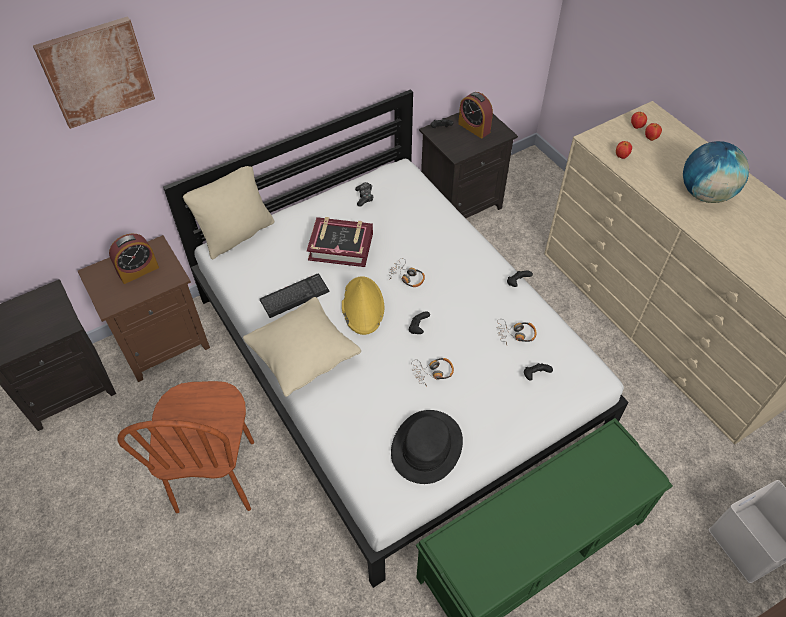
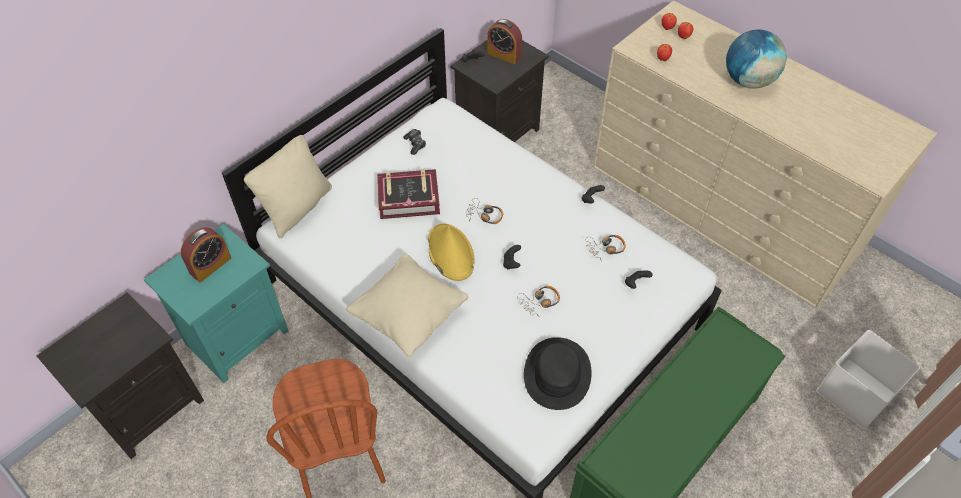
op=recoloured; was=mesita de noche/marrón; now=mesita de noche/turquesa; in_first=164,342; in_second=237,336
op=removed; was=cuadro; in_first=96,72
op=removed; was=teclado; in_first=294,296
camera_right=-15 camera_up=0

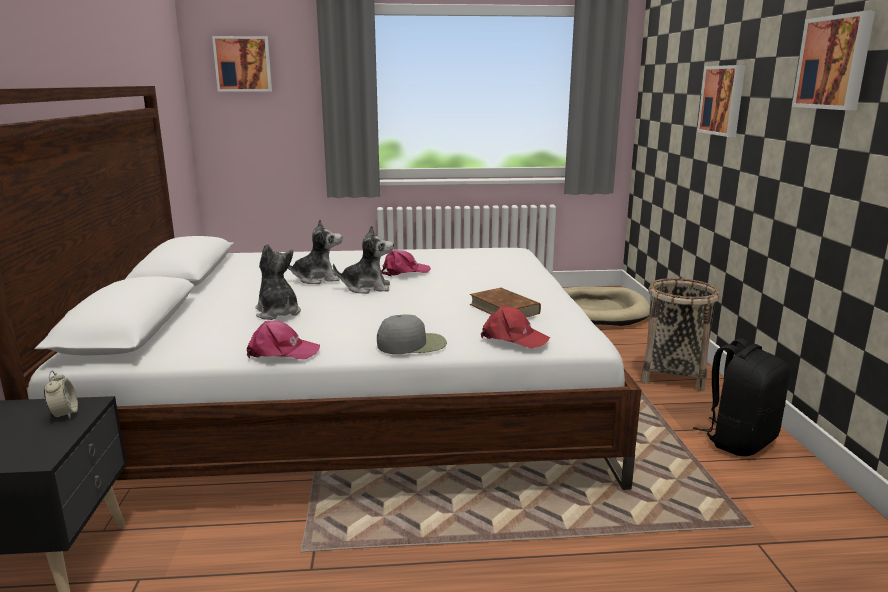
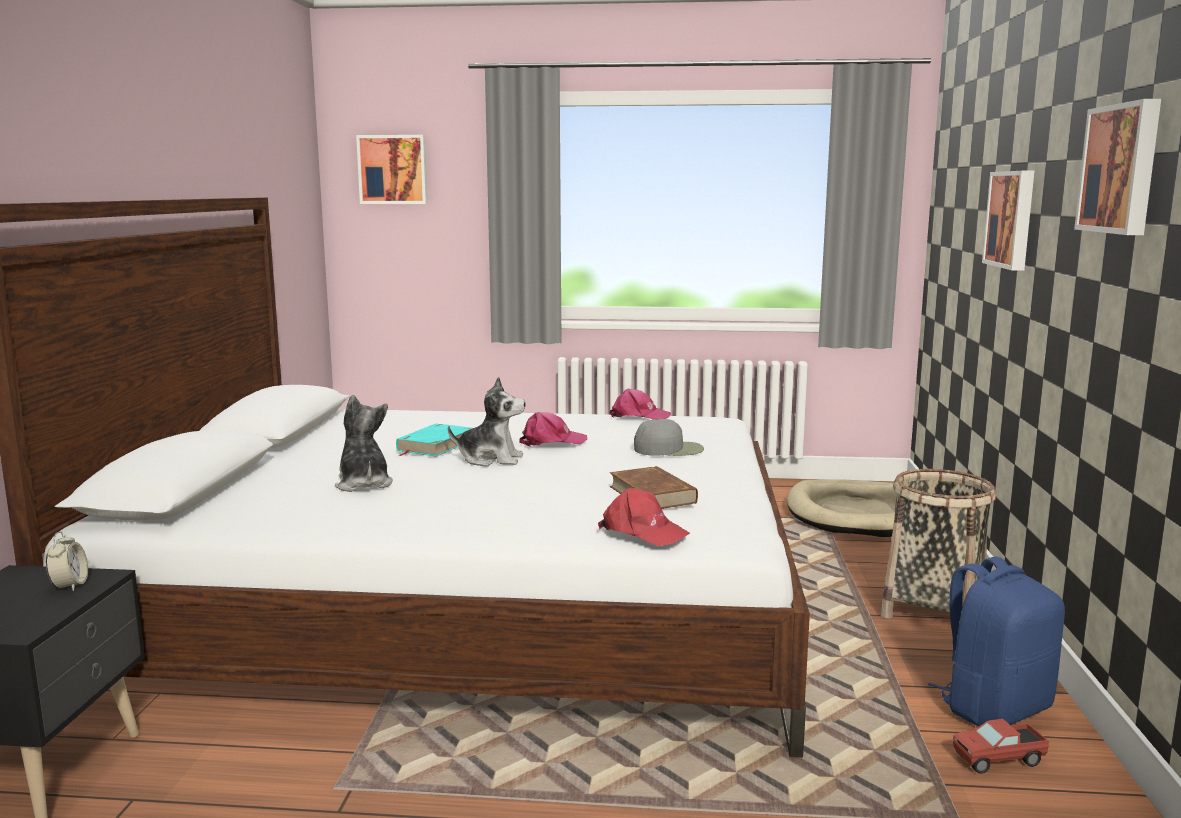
op=replaced; was=peluche; now=libro/turquesa; in_first=317,279; in_second=435,445
op=moved; was=gorra/rosa; in_first=282,352; in_second=639,416
op=moved; was=gorra/gris; in_first=412,344; in_second=669,449
op=recoloured; was=mochila/negro; now=mochila/azul; in_first=739,441; in_second=993,708
op=added; now=camión de juguete; in_second=998,760
camera_right=10 camera_up=-5

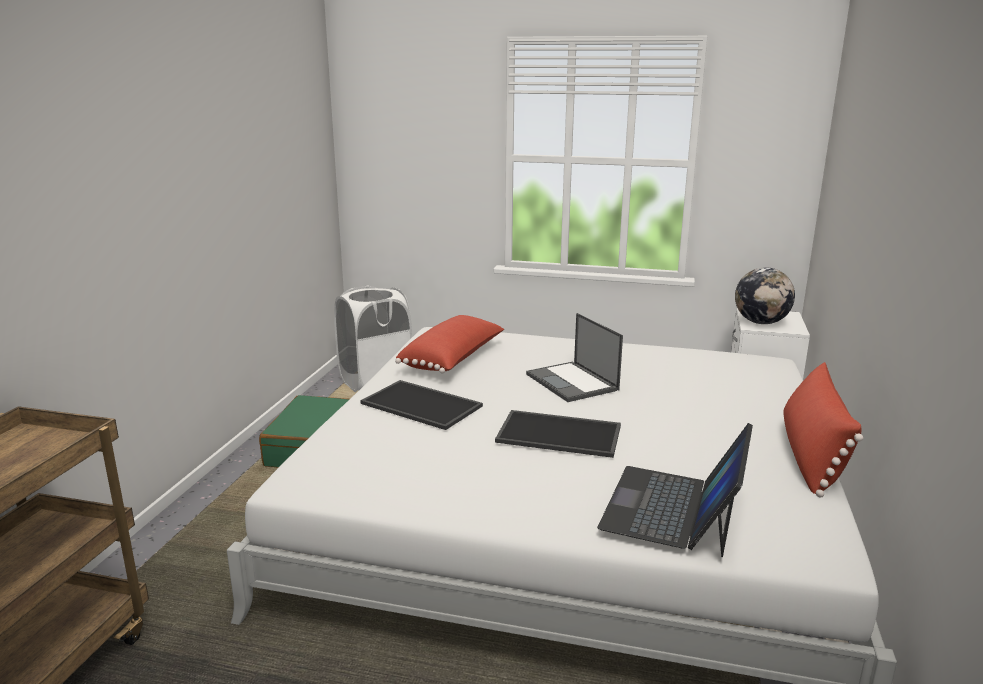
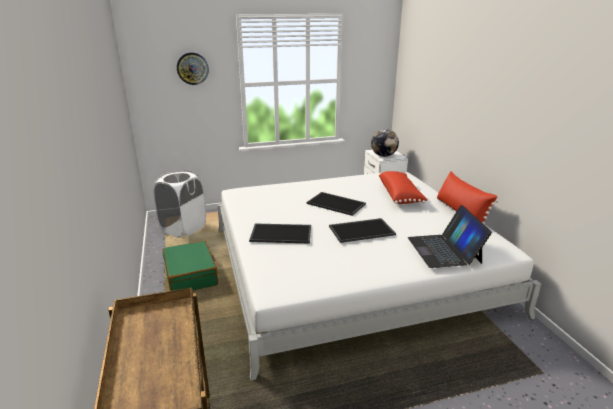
op=added; now=reloj de pared; in_second=192,68
op=replaced; was=portátil; now=bandeja; in_first=572,382; in_second=337,203
op=moved; was=cojín/rojo; in_first=454,360; in_second=400,195
camera_right=-30 camera_up=5

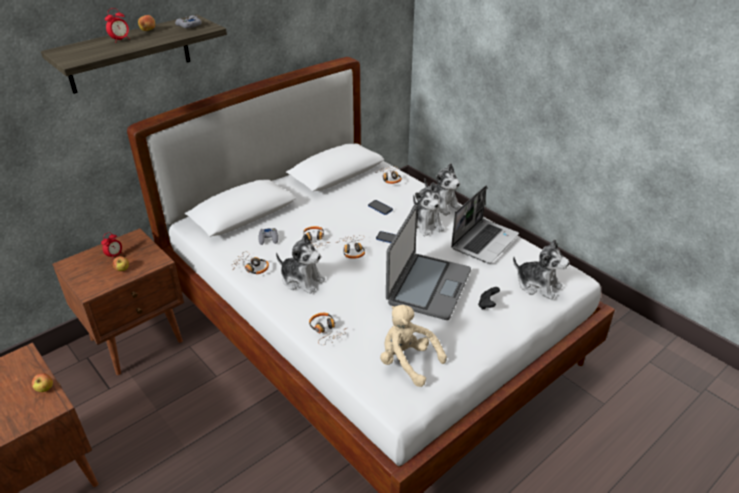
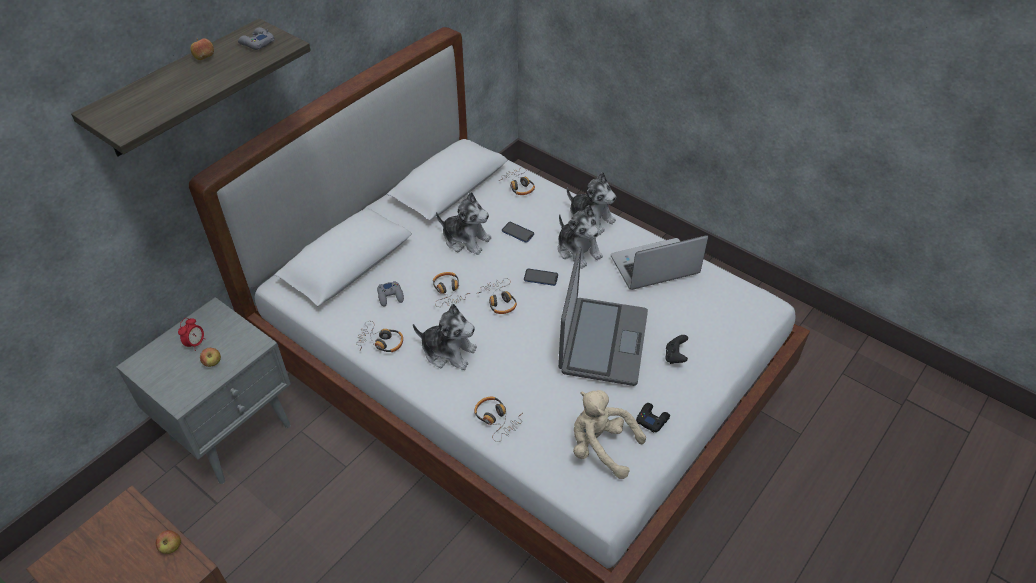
op=recoloured; was=mesita de noche/marrón; now=mesita de noche/gris; in_first=138,339; in_second=233,431
op=moved; was=peluche; in_first=537,285; in_second=466,240
op=turned; was=portátil; in_first=484,241; in_second=654,267; clockwise=-135
op=added; now=mando de consola/negro; in_second=652,419
op=removed; was=despertador; in_first=120,40
camera_right=-10 camera_up=10

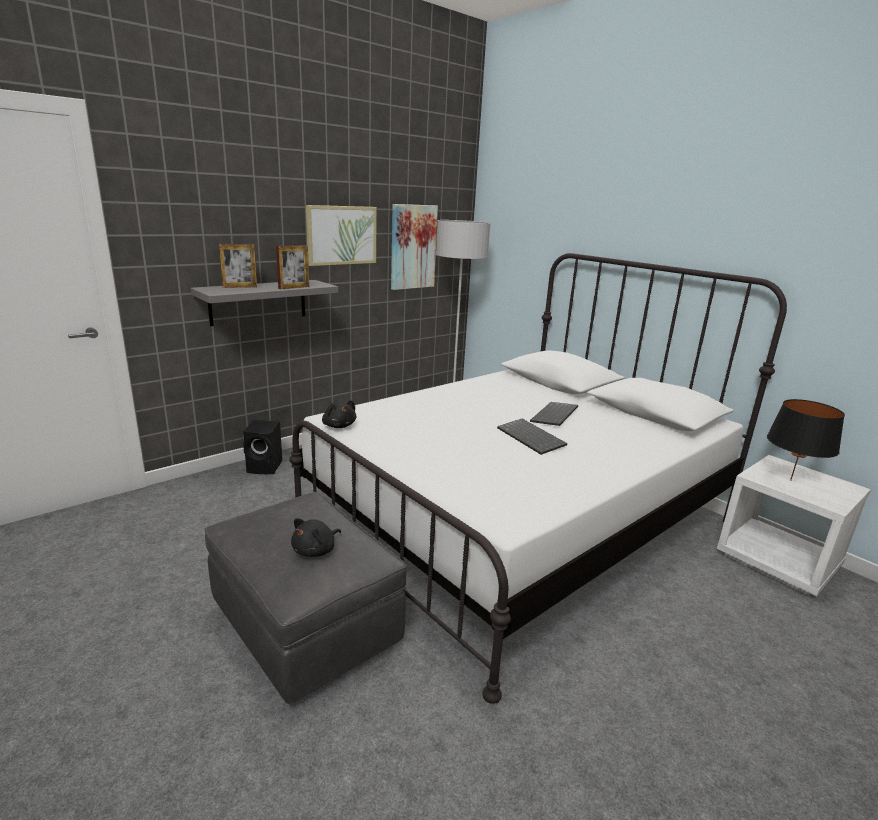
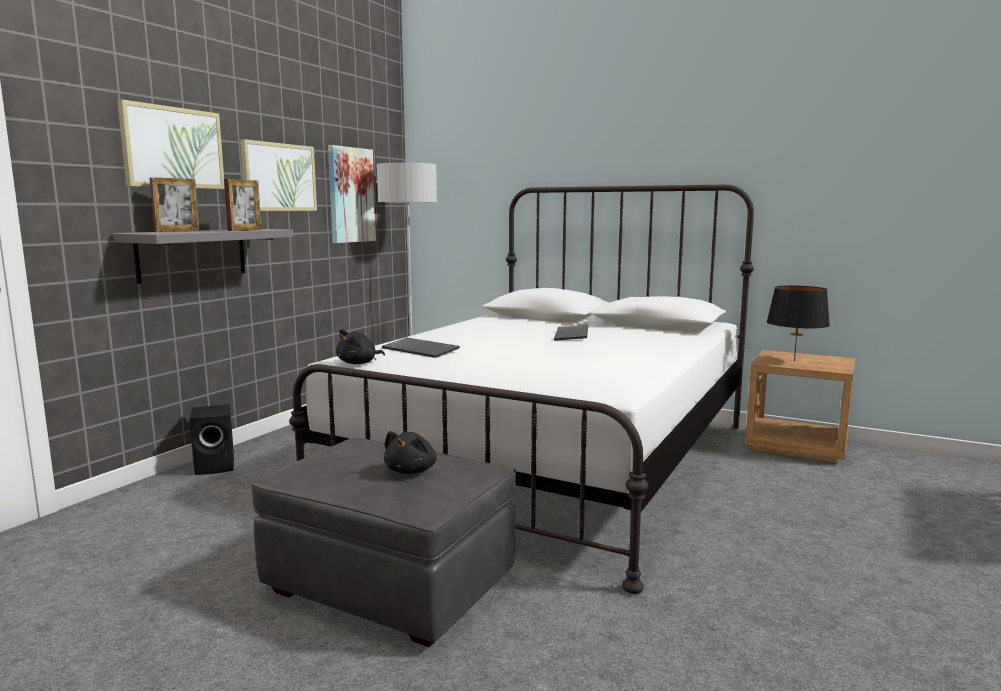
op=added; now=cuadro; in_second=173,148
op=turned; was=peluche/negro; in_first=338,425; in_second=359,363; clockwise=105
op=moved; was=teclado; in_first=532,438; in_second=422,350
op=recoloured; was=mesita de noche/blanco; now=mesita de noche/marrón; in_first=778,561; in_second=797,446
camera_right=-20 camera_up=-10

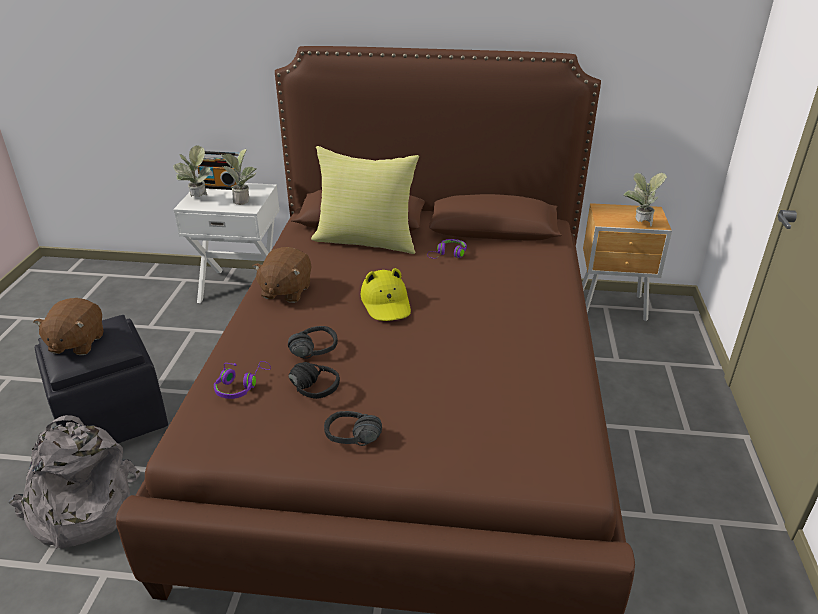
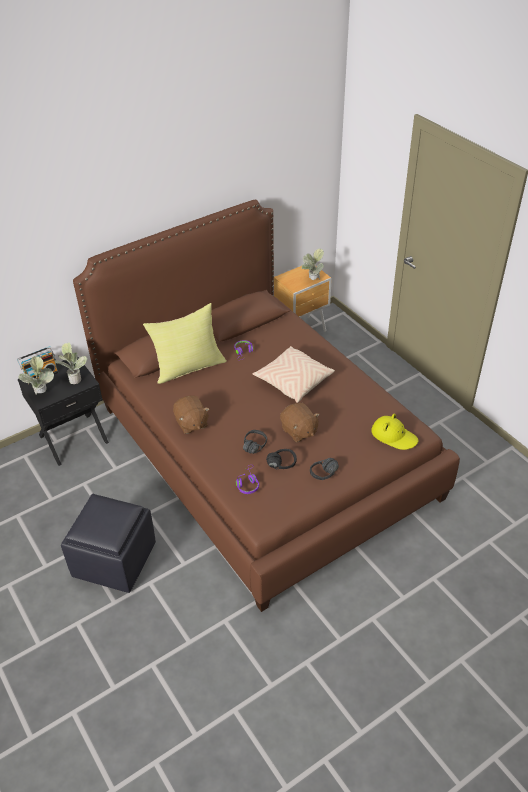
op=recoloured; was=mesita de noche/blanco; now=mesita de noche/negro; in_first=241,287; in_second=73,438
op=added; now=cojín/beis; in_second=293,381
op=moved; was=peluche/marrón; in_first=76,343; in_second=299,431
op=moved; was=sombrero/amarillo; in_first=386,303; in_second=394,436
op=removed; was=mochila/gris; in_first=81,509
camera_right=-40 camera_up=10

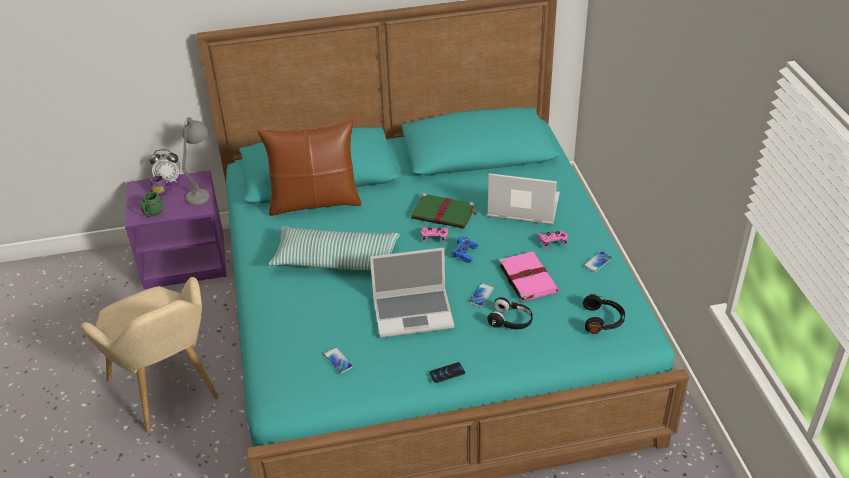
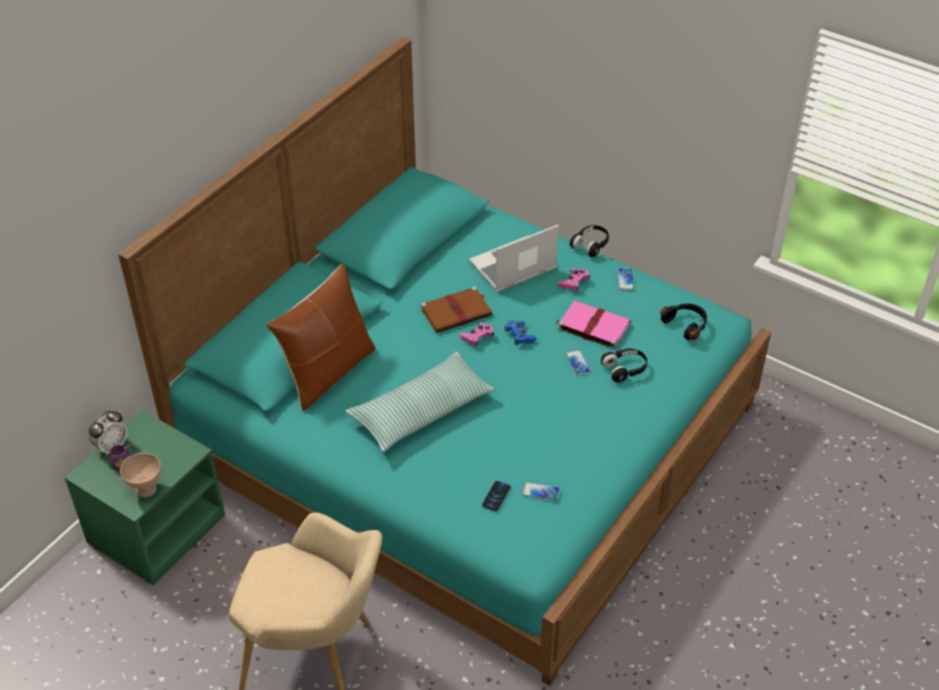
op=recoloured; was=mesita de noche/morado; now=mesita de noche/verde; in_first=185,259; in_second=156,528
op=replaced; was=taza grande/verde; now=cuenco/beis; in_first=152,213; in_second=145,490
op=recoloured; was=libro/verde; now=libro/marrón; in_first=444,213; in_second=457,312
op=moved; was=móvil; in_first=447,373; in_second=496,496
op=added; now=auriculares/negro; in_second=590,245
op=removed; was=lámpara de mesa/gris; in_first=202,191
op=removed; was=portátil; in_first=414,313
camera_right=-45 camera_up=5

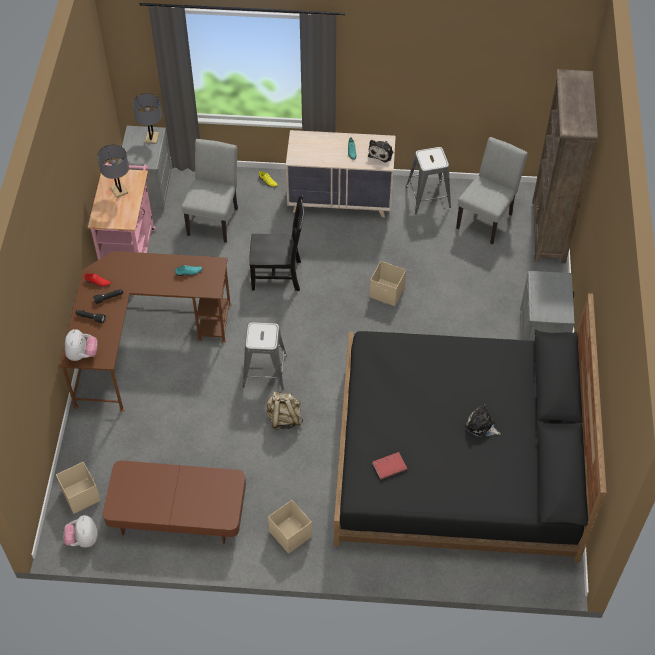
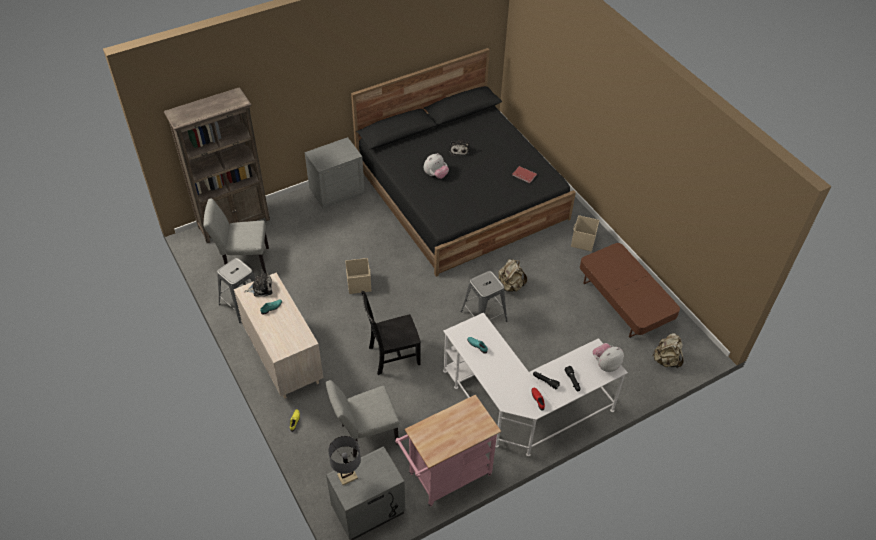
op=turned; was=silla/negro; in_first=278,275; in_second=392,356; clockwise=-75
op=moved; was=peluche; in_first=83,539; in_second=435,175
op=recoloured; was=escritorio/marrón; now=escritorio/blanco; in_first=142,340; in_second=523,406
op=replaced; was=caja de almacenaje/beis; now=mochila/beis; in_first=81,495; in_second=666,360
op=removed; was=lámpara de mesa/gris; in_first=119,190
camera_right=-125 camera_up=-5

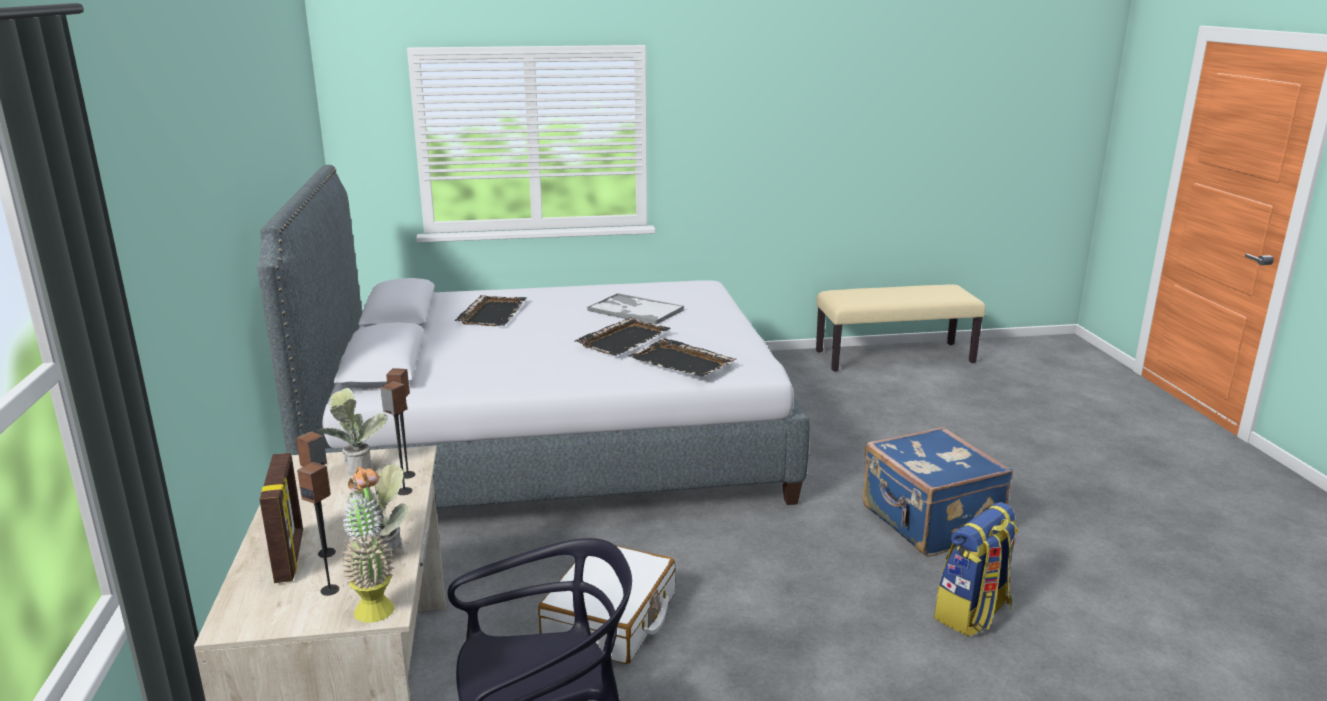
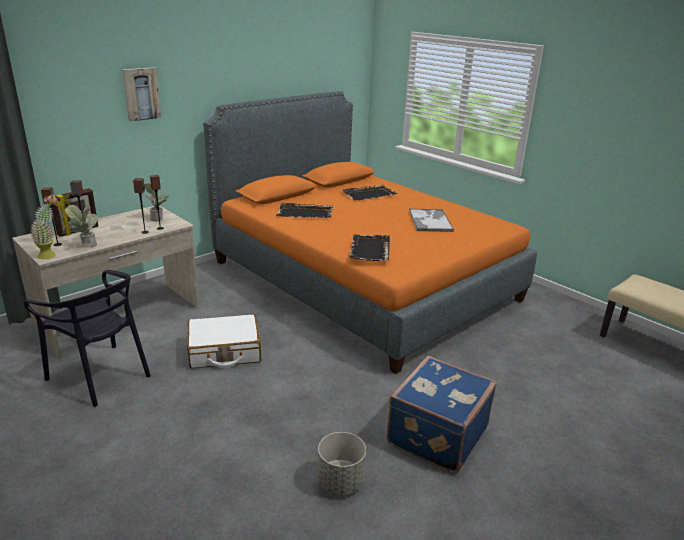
op=added; now=cuadro; in_second=141,94
op=recoloured; was=cama/gris; now=cama/naranja; in_first=551,446; in_second=362,280
op=moved; was=bandeja/negro; in_first=624,339; in_second=305,213
op=replaced; was=mochila; now=maceta/gris; in_first=973,614; in_second=340,482
camera_right=55 camera_up=5

